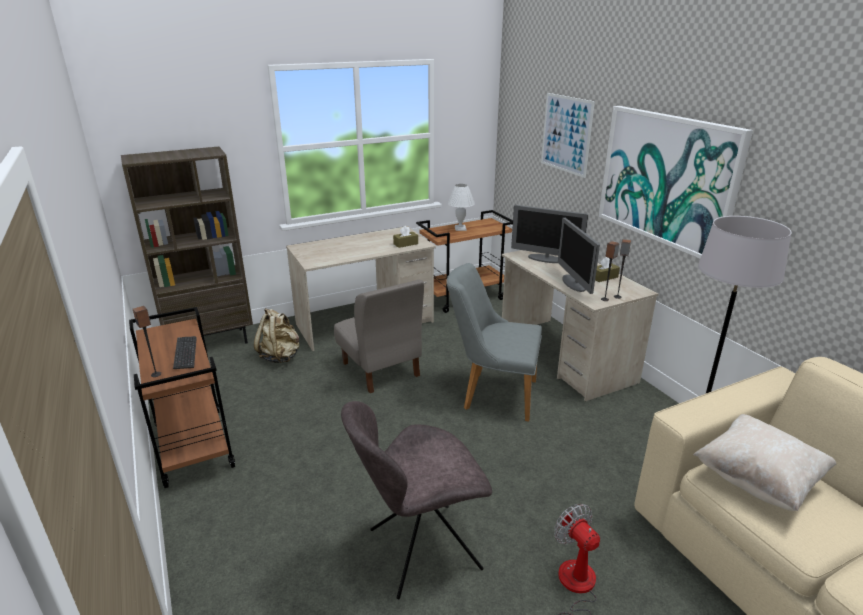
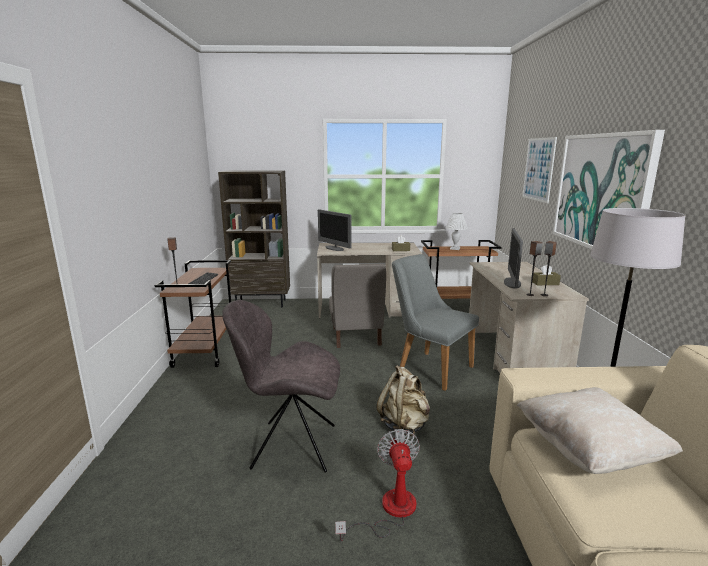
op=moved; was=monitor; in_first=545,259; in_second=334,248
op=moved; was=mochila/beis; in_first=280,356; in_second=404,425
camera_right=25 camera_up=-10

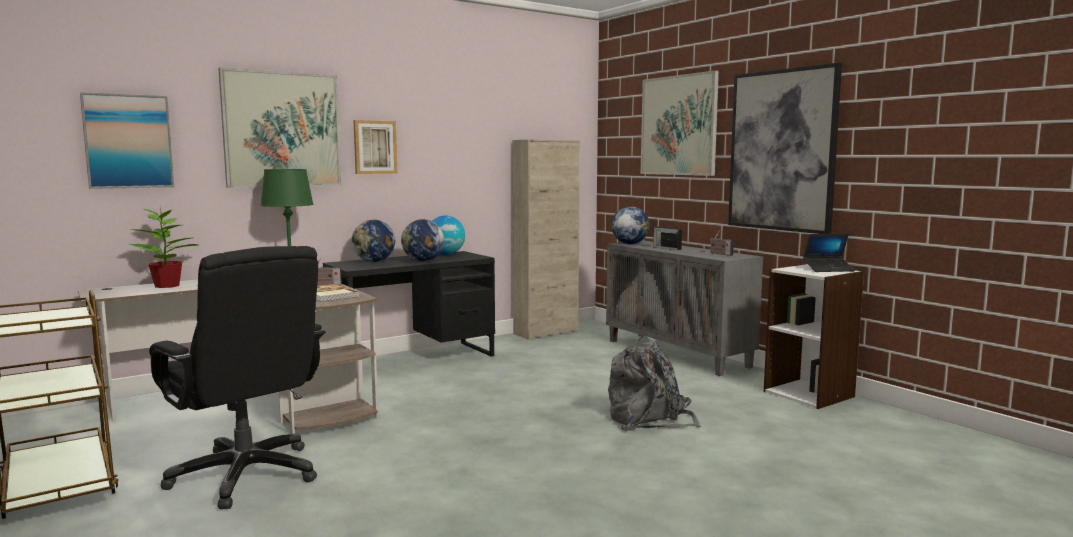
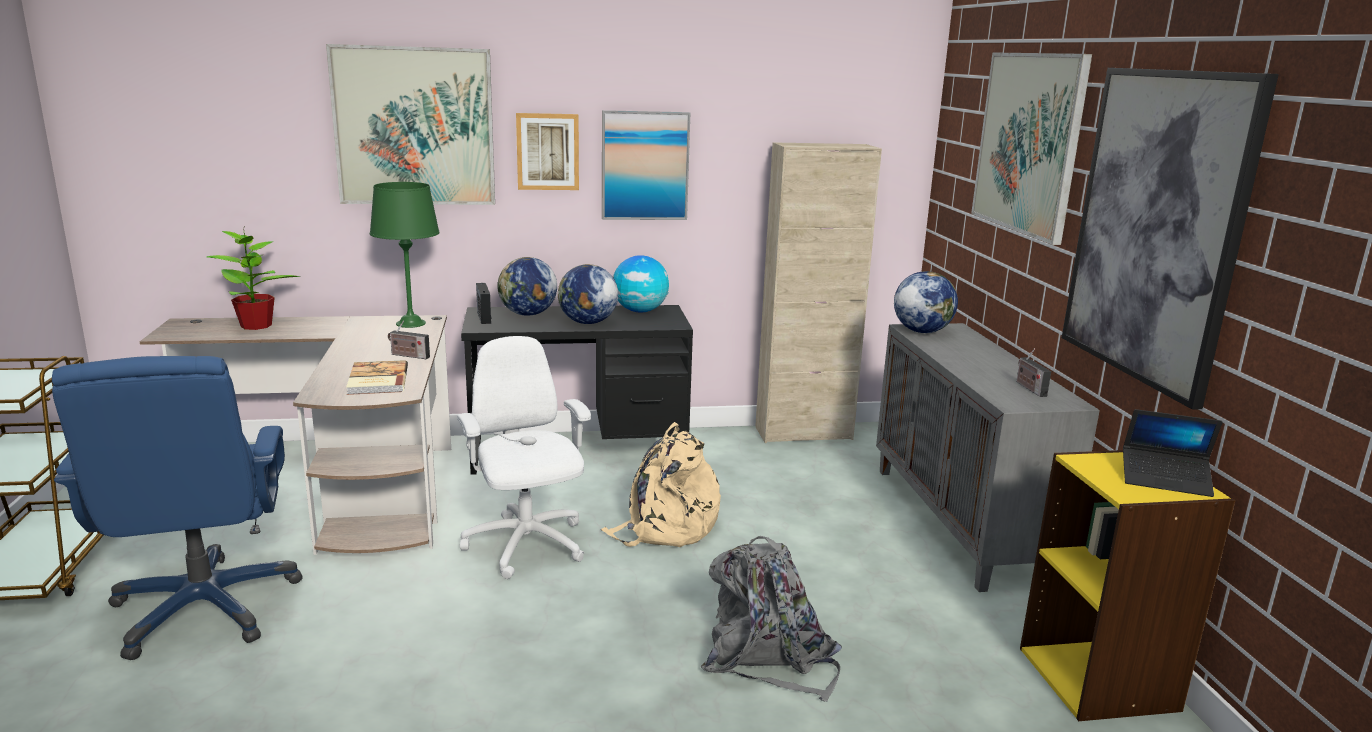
op=recoloured; was=silla de oficina/negro; now=silla de oficina/azul; in_first=246,475; in_second=205,608
op=added; now=silla de oficina/blanco; in_second=526,546
op=moved; was=radio; in_first=666,248; in_second=484,317
op=added; now=mochila/beis; in_second=666,527
op=moved; was=cuadro; in_first=128,141; in_second=645,165
op=recoloured; was=estantería/blanco; now=estantería/amarillo; in_first=809,394; in_second=1099,679
camera_right=25 camera_up=10

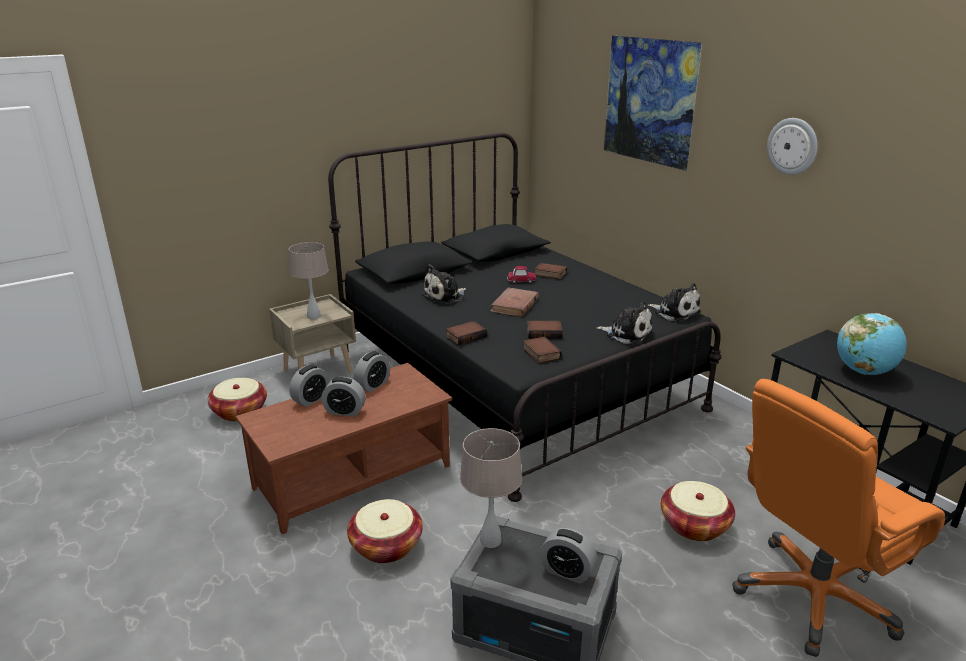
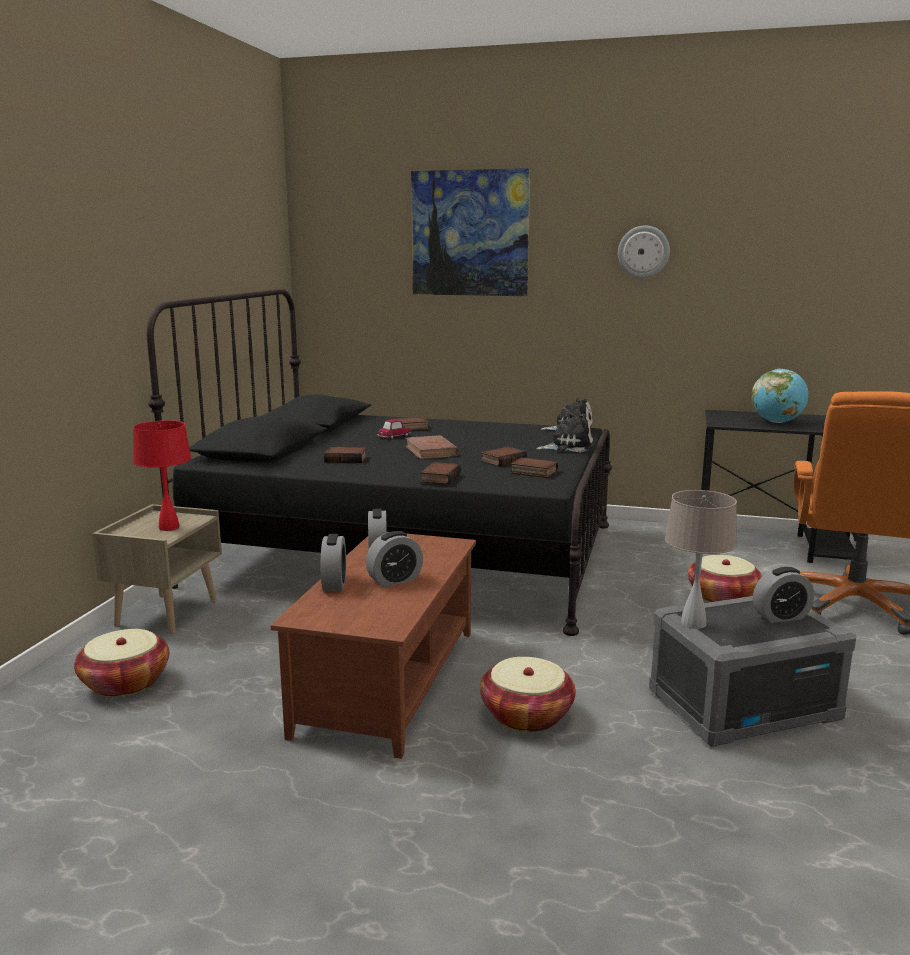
op=recoloured; was=lámpara de mesa/beis; now=lámpara de mesa/rojo; in_first=314,316; in_second=169,527
op=replaced; was=peluche; now=libro; in_first=445,296; in_second=346,459
camera_right=-40 camera_up=-10

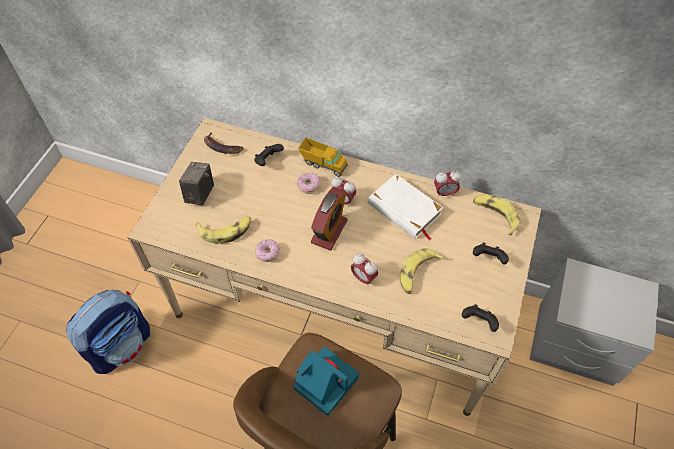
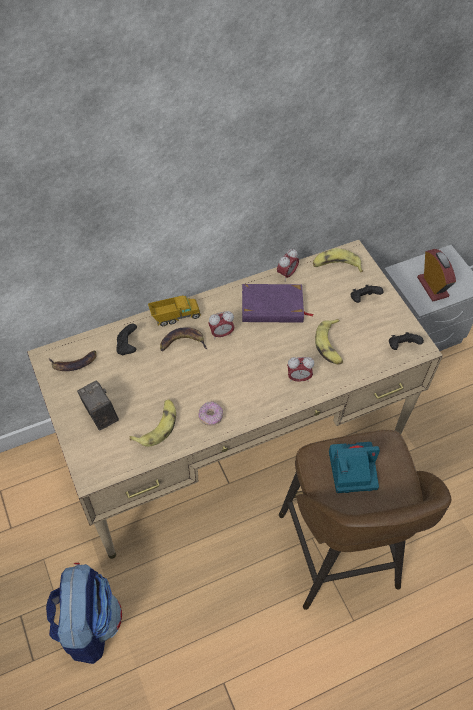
op=replaced; was=rosquilla; now=plátano; in_first=308,186; in_second=183,342
op=recoloured; was=libro/blanco; now=libro/morado; in_first=404,209; in_second=272,307
op=moved; was=despertador; in_first=329,231; in_second=432,287
camera_right=-45 camera_up=0

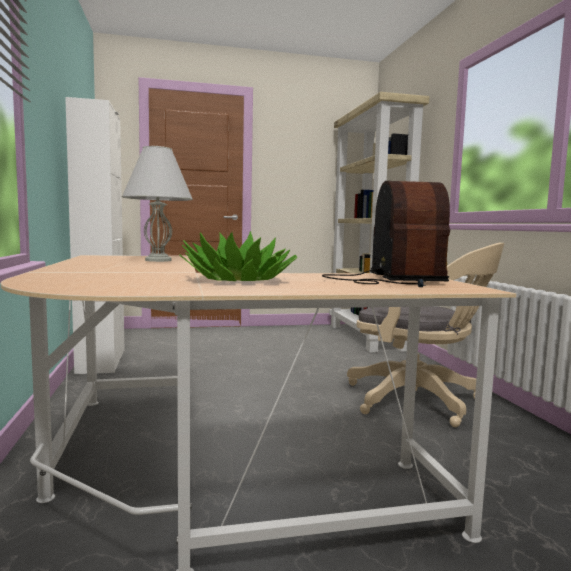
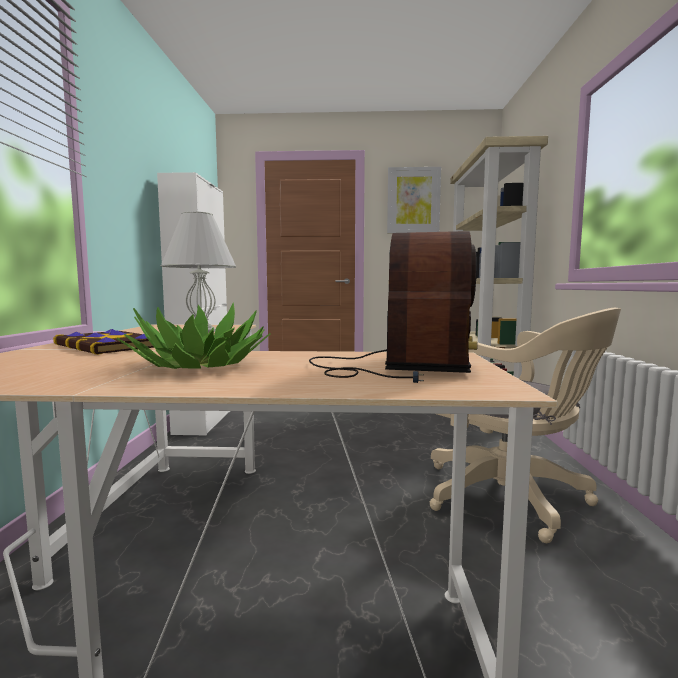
op=added; now=libro; in_second=110,345
op=added; now=cuadro; in_second=413,200
camera_right=15 camera_up=0

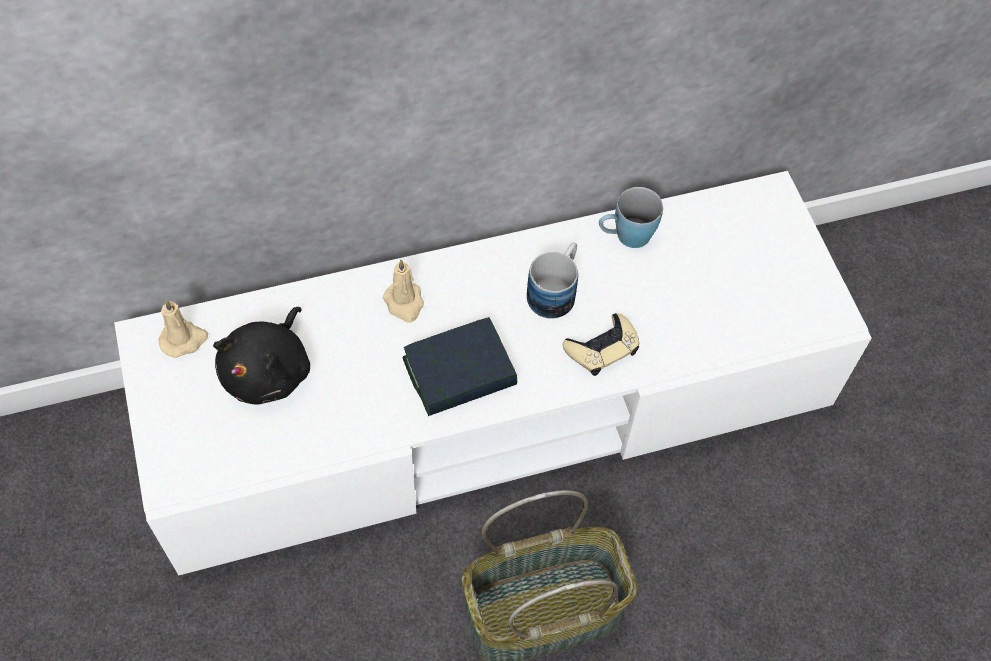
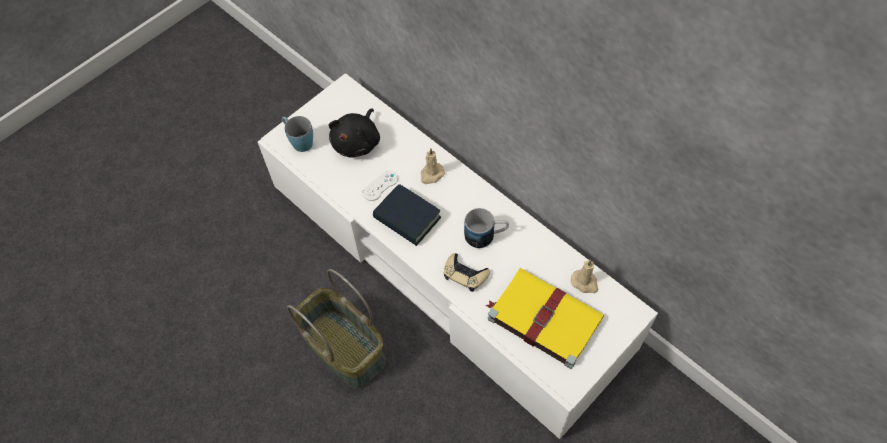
op=moved; was=taza grande/azul; in_first=625,236; in_second=299,141
op=turned; was=peluche/negro; in_first=269,371; in_second=357,142; clockwise=-60
op=added; now=mando de consola/blanco; in_second=380,186
op=added; now=libro/amarillo; in_second=543,317
op=moved; was=vela/beis; in_first=184,340; in_second=585,282
camera_right=65 camera_up=0

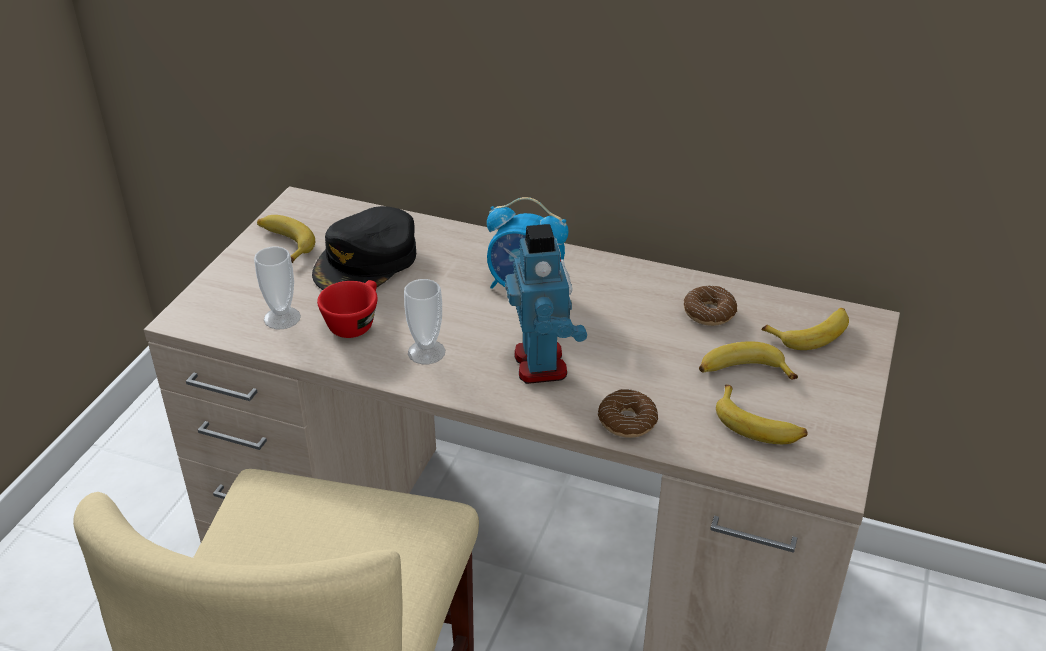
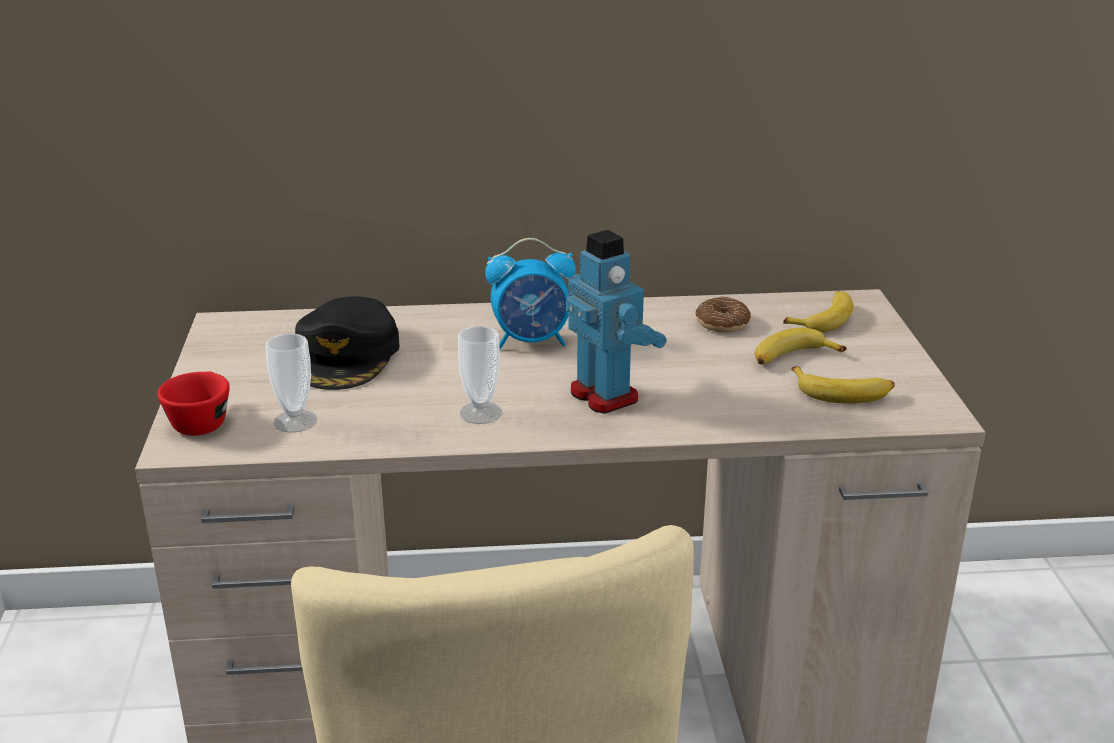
op=moved; was=taza/rojo; in_first=354,322; in_second=200,421
op=removed; was=plátano; in_first=284,243
op=removed; was=rosquilla; in_first=627,421
camera_right=-25 camera_up=-10

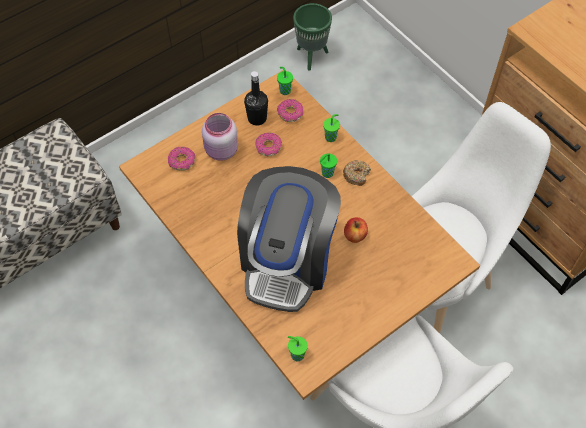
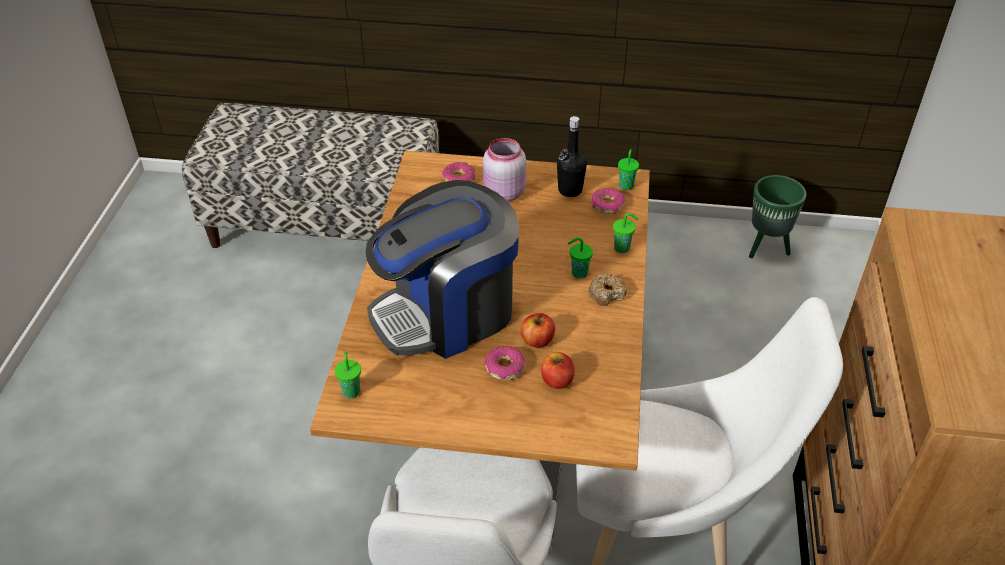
op=moved; was=rosquilla; in_first=268,147; in_second=504,368
op=added; now=manzana; in_second=557,380
camera_right=45 camera_up=-15

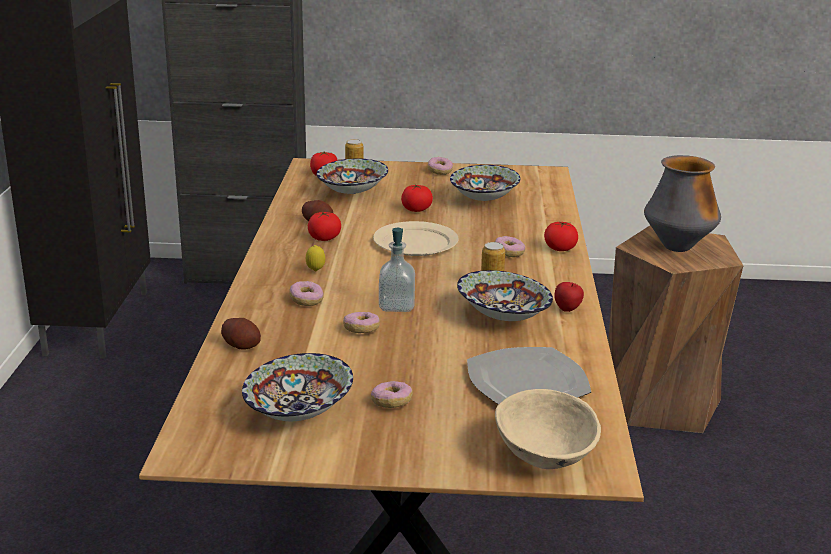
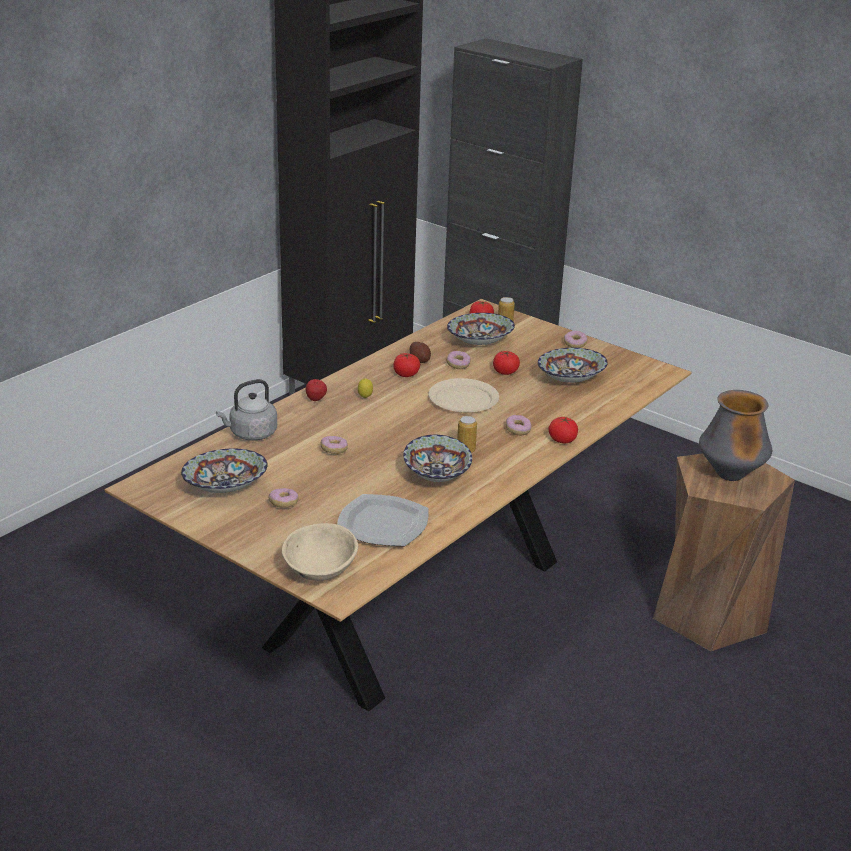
op=replaced; was=patata; now=hervidor/gris; in_first=242,346; in_second=251,434
op=moved; was=manzana; in_first=568,310; in_second=316,400
op=moved; was=rosquilla; in_first=306,301; in_second=458,365
op=removed; was=dispensador de jabón; in_first=396,306
camera_right=35 camera_up=5

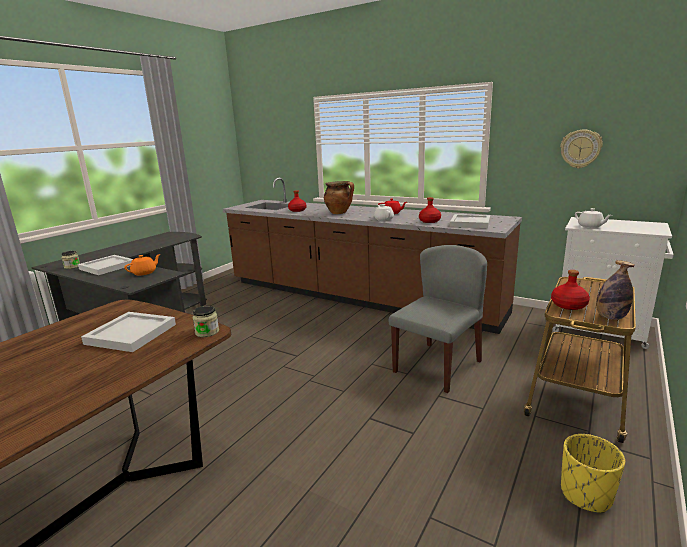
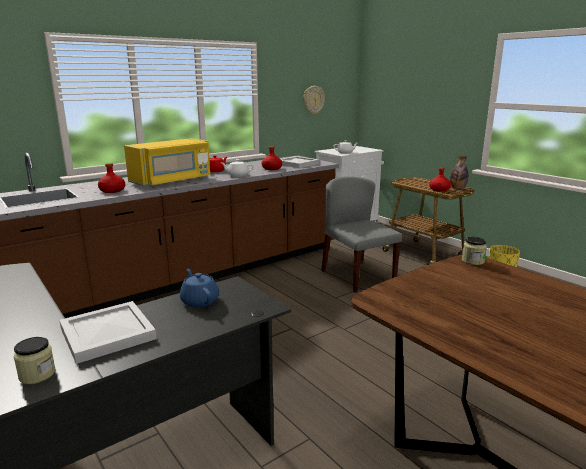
op=replaced; was=olla; now=microondas/amarillo; in_first=339,213; in_second=172,181
op=recoloured; was=tetera/naranja; now=tetera/azul; in_first=145,273; in_second=200,301
op=removed; was=bandeja/blanco; in_first=131,333
camera_right=-70 camera_up=0

